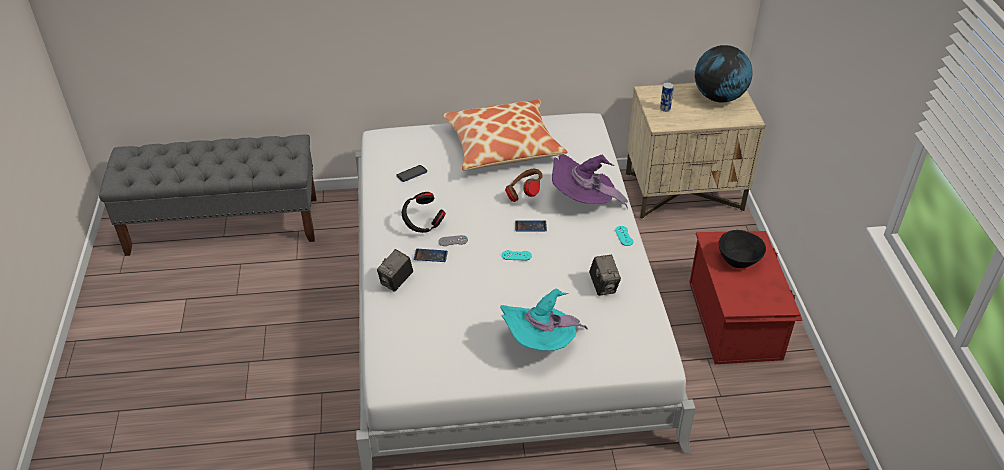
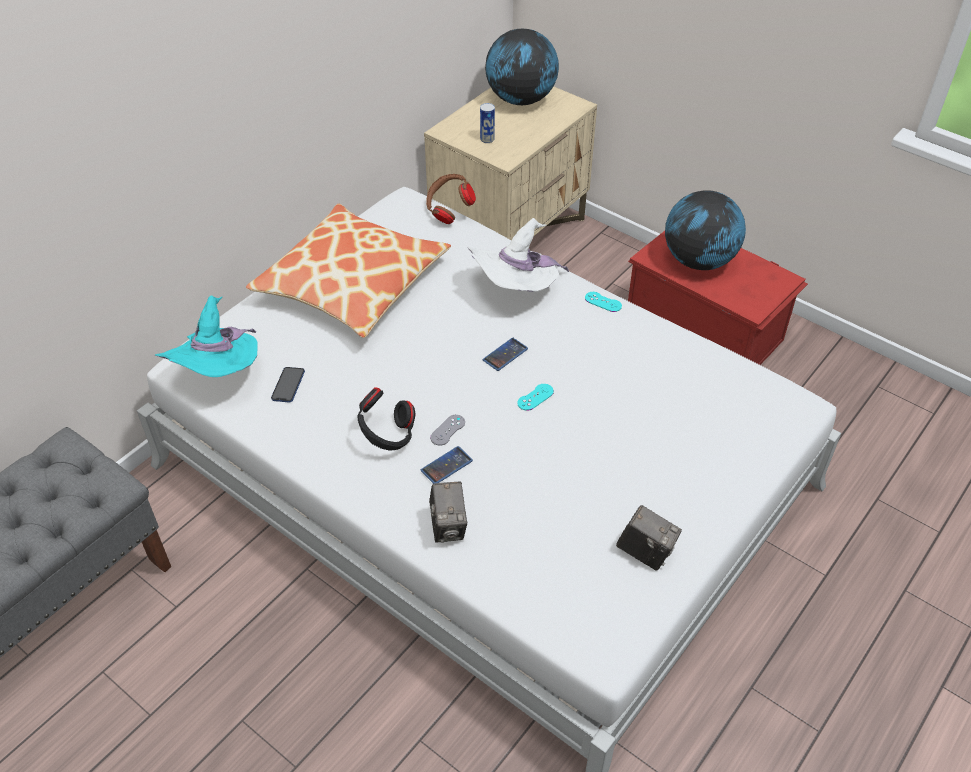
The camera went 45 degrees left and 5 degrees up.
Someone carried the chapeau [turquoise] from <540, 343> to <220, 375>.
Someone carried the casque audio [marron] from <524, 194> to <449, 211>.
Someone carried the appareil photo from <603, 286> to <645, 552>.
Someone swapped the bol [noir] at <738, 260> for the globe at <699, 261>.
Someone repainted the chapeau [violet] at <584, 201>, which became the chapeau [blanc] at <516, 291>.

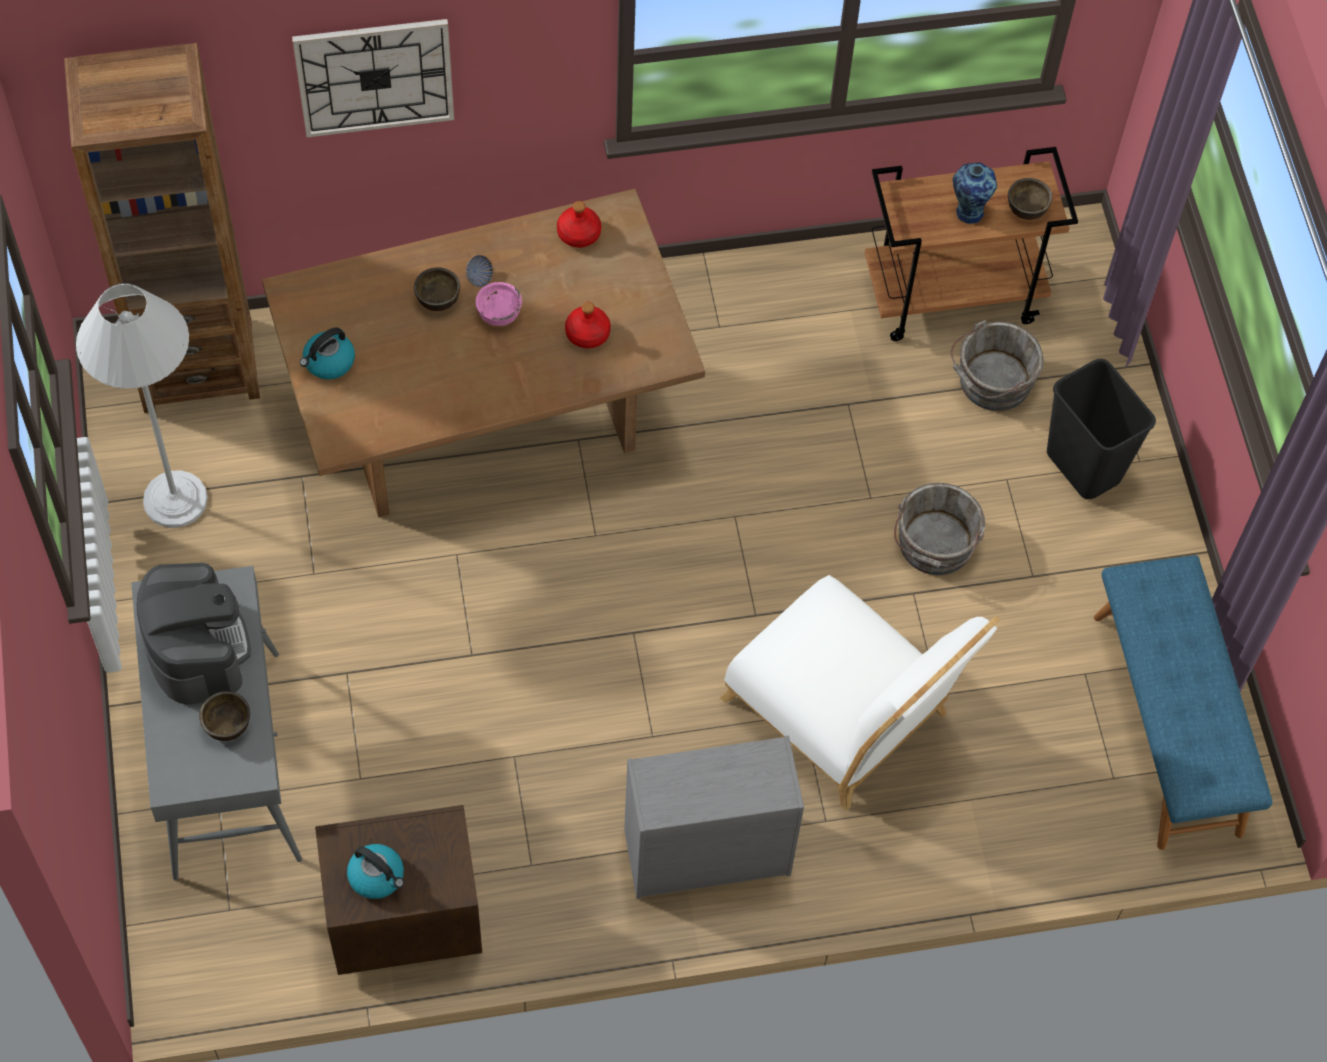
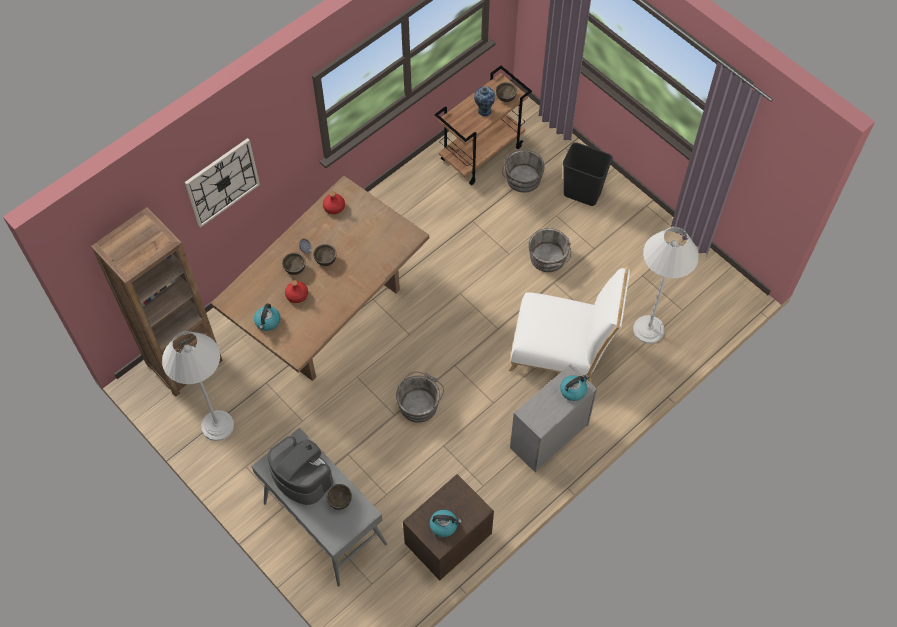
The camera went 30 degrees left and 0 degrees up.
Someone took away the banc [bleu] at <1168, 723>.
Someone put down the seau [gris] at <419, 403>.
Someone put down the bouilloire at <573, 390>.
Someone put down the lampadaire [blanc] at <648, 330>.
Someone carried the bouteille [rouge] from <587, 334> to <297, 295>.
Someone repainted the bol [rose] at <499, 314>, which became the bol [marron] at <326, 260>.

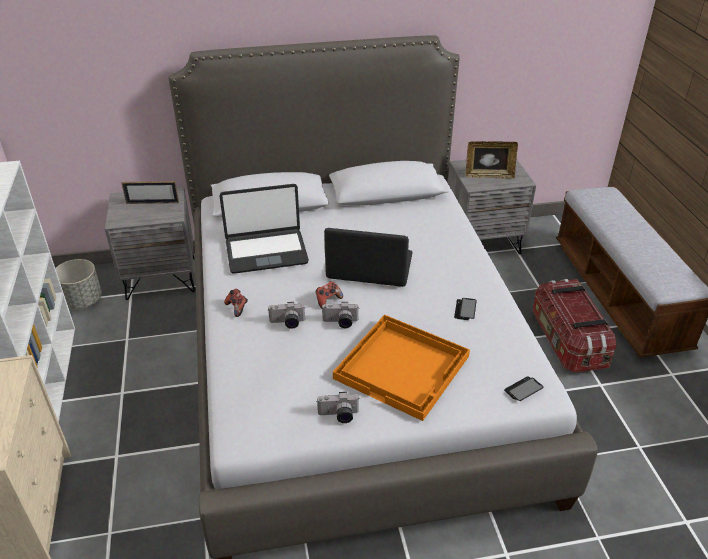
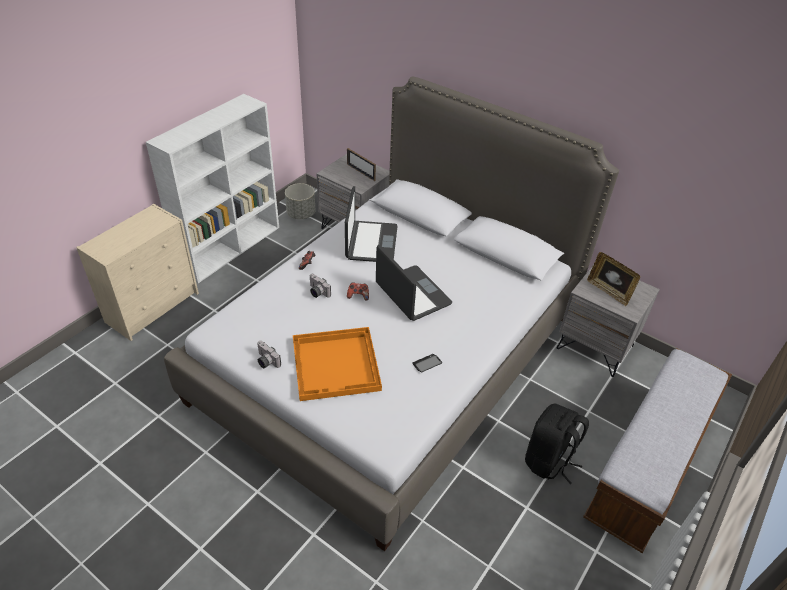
The camera went 45 degrees right and 5 degrees up.
Someone took away the appareil photo at <340, 323>.
Someone took away the téléphone at <523, 389>.
Someone swapped the boîte de rangement at <567, 341> for the sac à dos [noir] at <549, 460>.
Someone rotated the ordinateur portable at <266, 251> by 120 degrees counterclockwise.

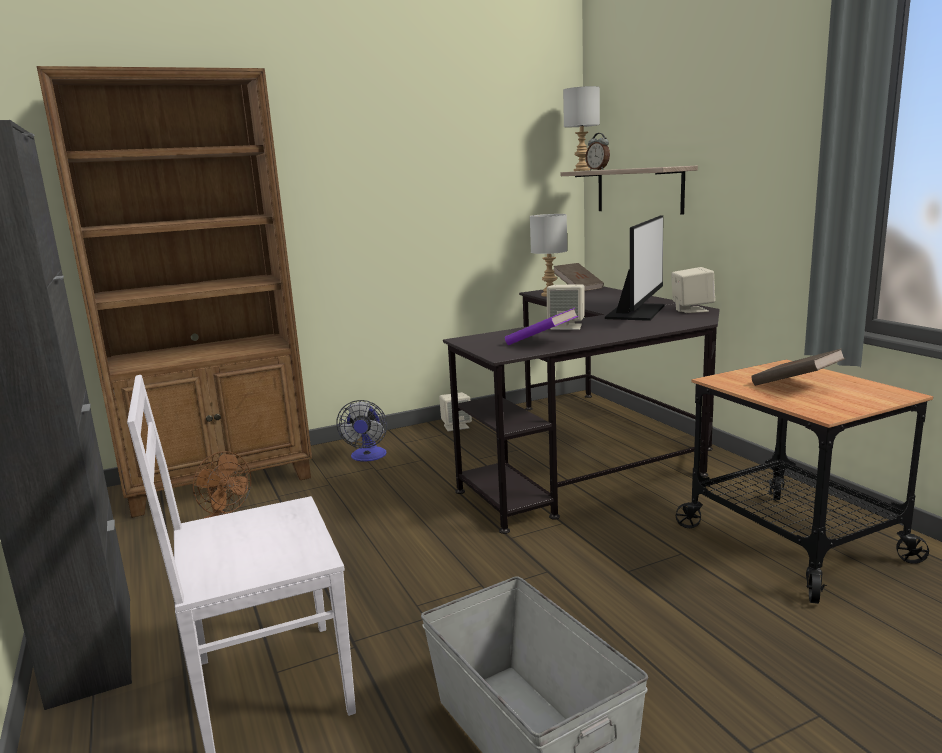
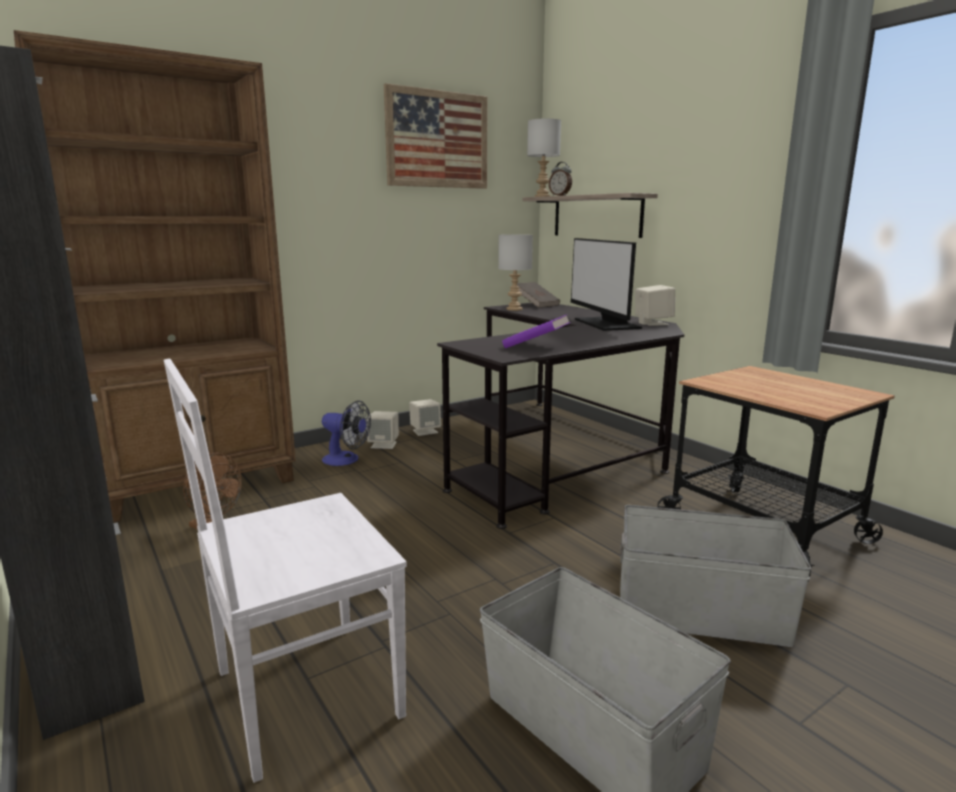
The camera went 10 degrees left and 0 degrees up.
Someone took away the livre [marron] at <795, 386>.
Someone put up the tableau at <437, 139>.
Someone put down the boîte de rangement [gris] at <701, 613>.
Someone carried the enceinte [beige] from <567, 327> to <384, 445>.
Someone rotated the ventilateur at <368, 457> by 60 degrees counterclockwise.
Someone rotated the écran d'ordinateur at <637, 312> by 150 degrees clockwise.

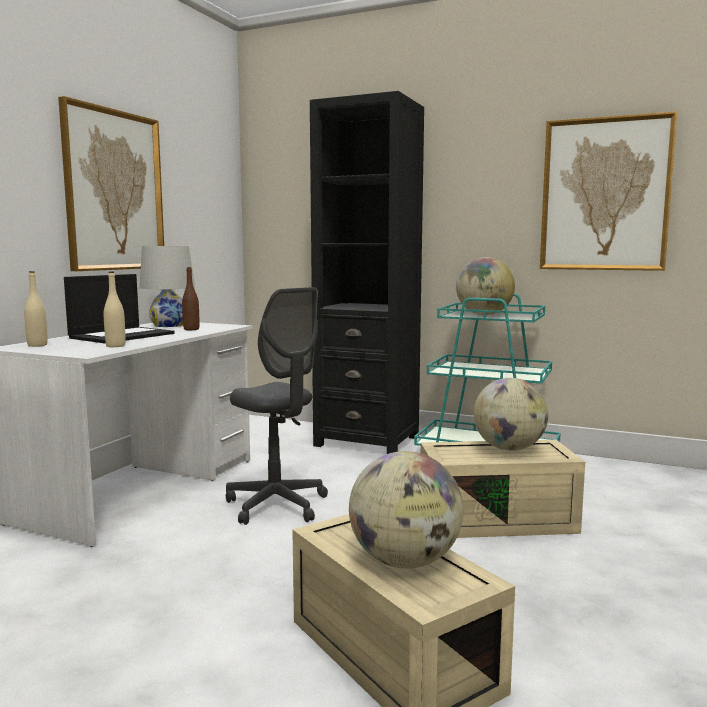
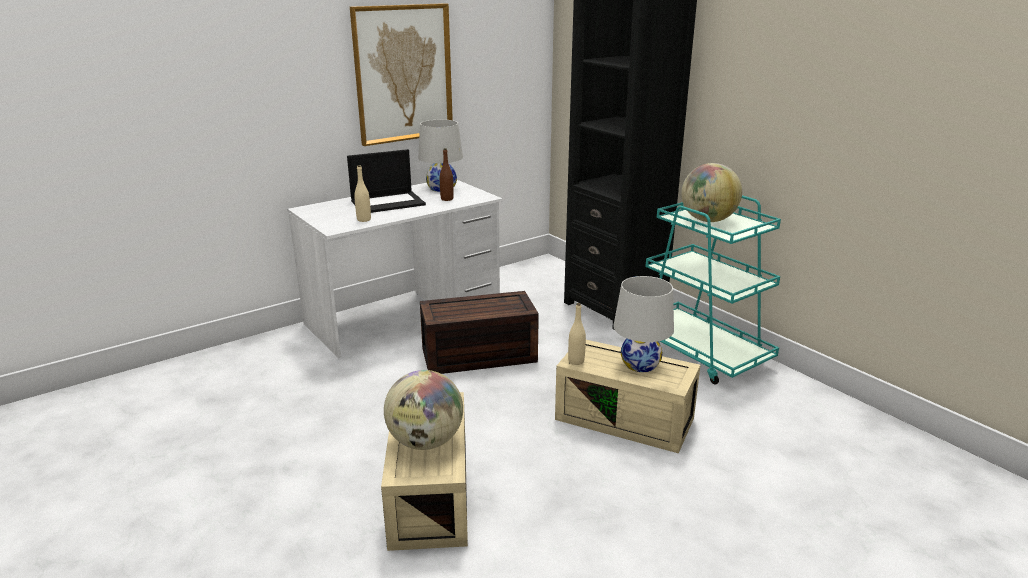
The camera went 30 degrees right and 15 degrees up.
Someone took away the tableau at <605, 195>.
Someone carried the bouteille [beige] from <37, 345> to <576, 361>.
Someone swapped the chaise de bureau [gris] at <277, 505> for the boîte de rangement [marron] at <477, 356>.
Someone swapped the globe at <509, 449> for the lampe de table [blanc] at <640, 364>.

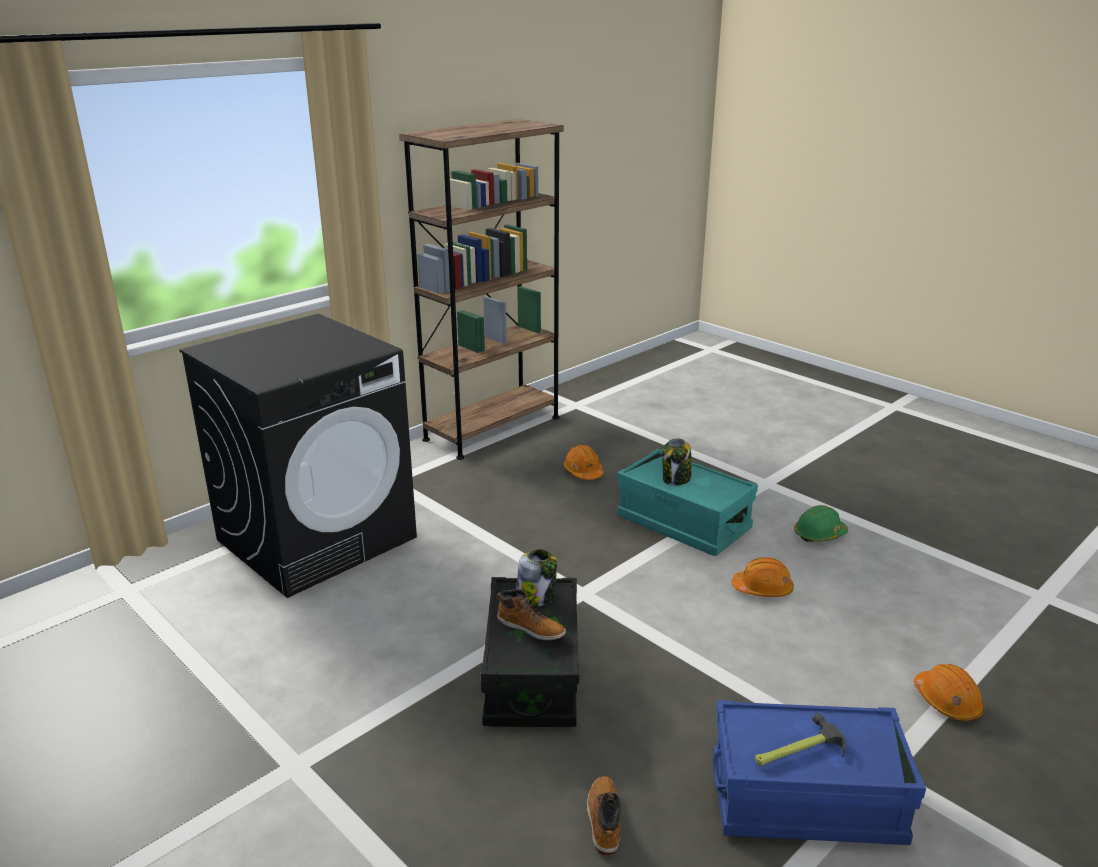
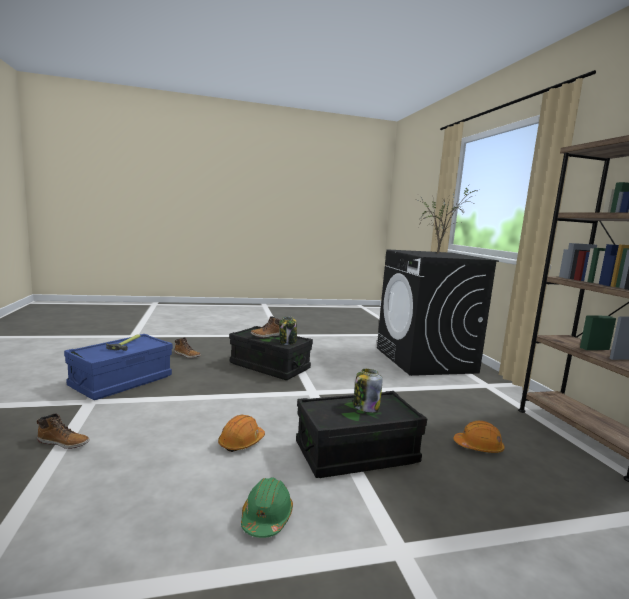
The camera went 120 degrees right and 15 degrees down.
Someone put down the plante en pot at <440, 253>.
Someone swapped the casque de chantier [orange] at <947, 702> for the botte at <64, 442>.
Someone repainted the boîte de rangement [turquoise] at <683, 523>, which became the boîte de rangement [noir] at <356, 453>.

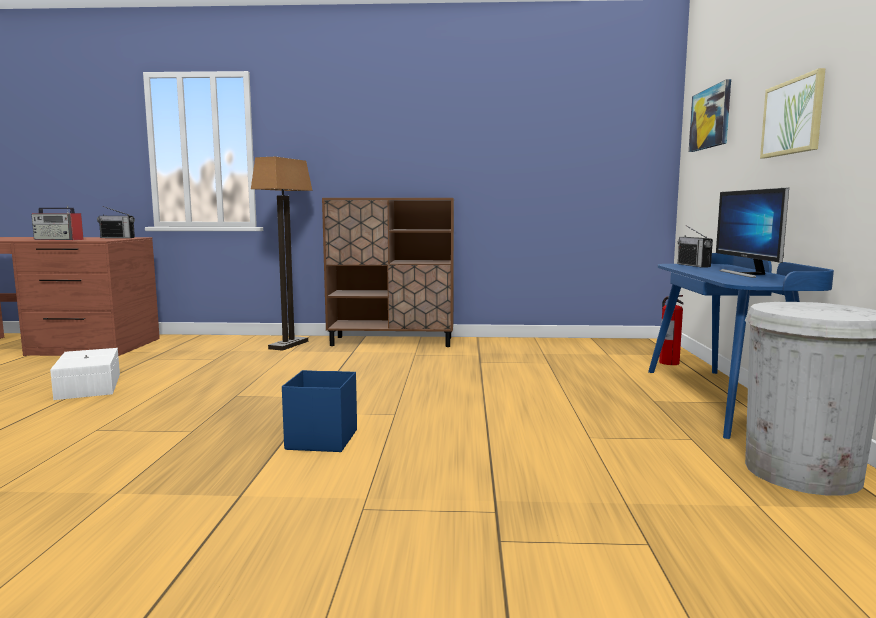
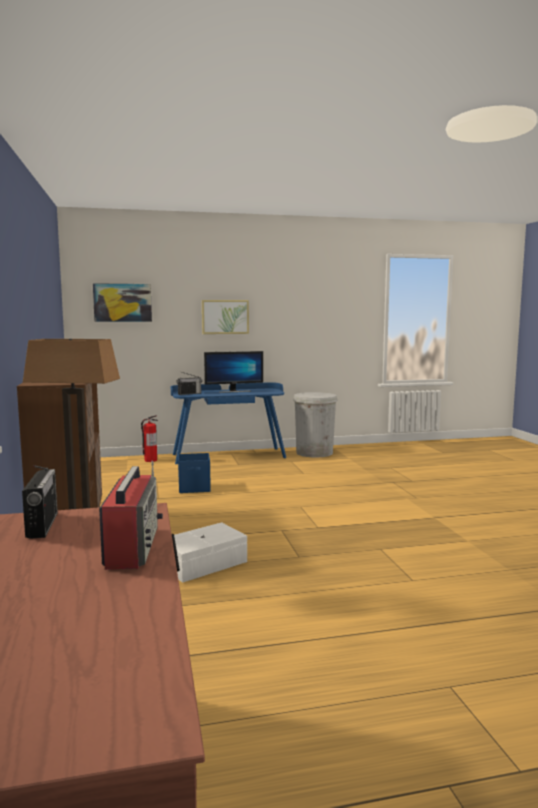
The camera went 105 degrees left and 0 degrees up.
Someone carried the boîte de rangement [blanc] from <87, 386> to <205, 563>.
Someone carried the boîte de rangement [bleu] from <321, 440> to <195, 488>.

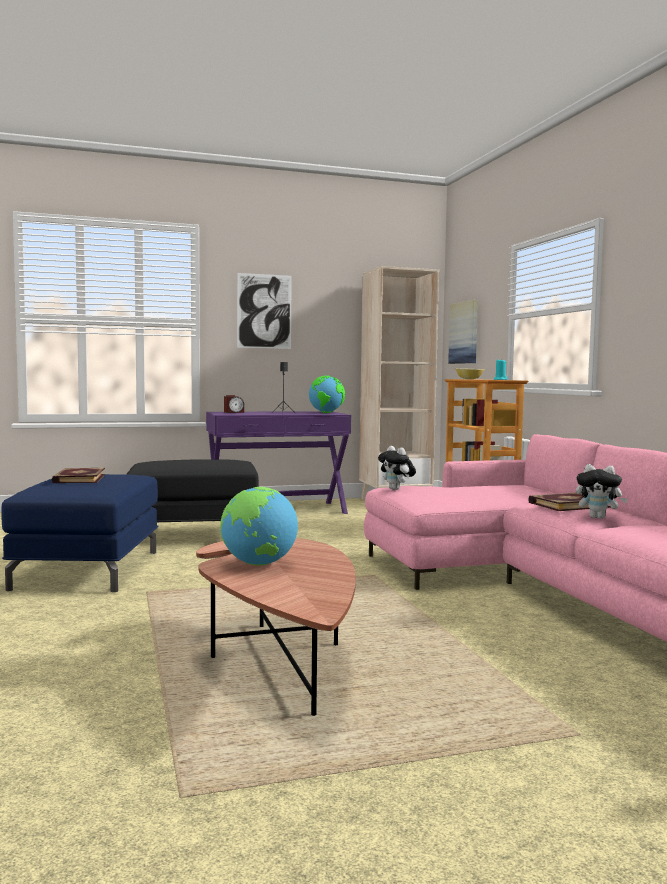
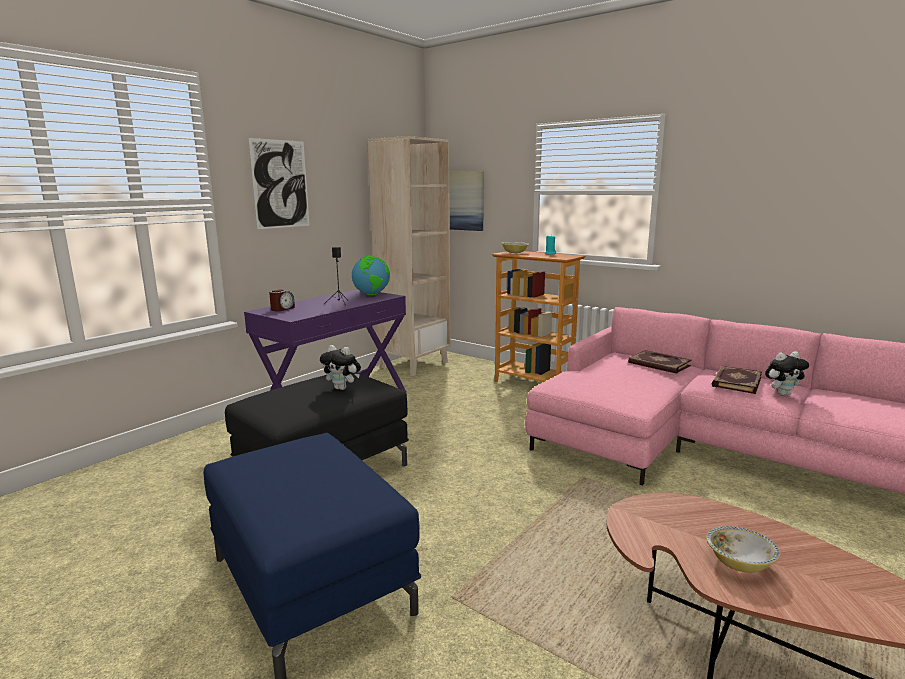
The camera went 35 degrees left and 10 degrees up.
Someone carried the livre from <78, 478> to <658, 364>.
Someone carried the peluche from <396, 489> to <342, 388>.
Someone swapped the globe at <258, 564> for the bol at <739, 563>.

